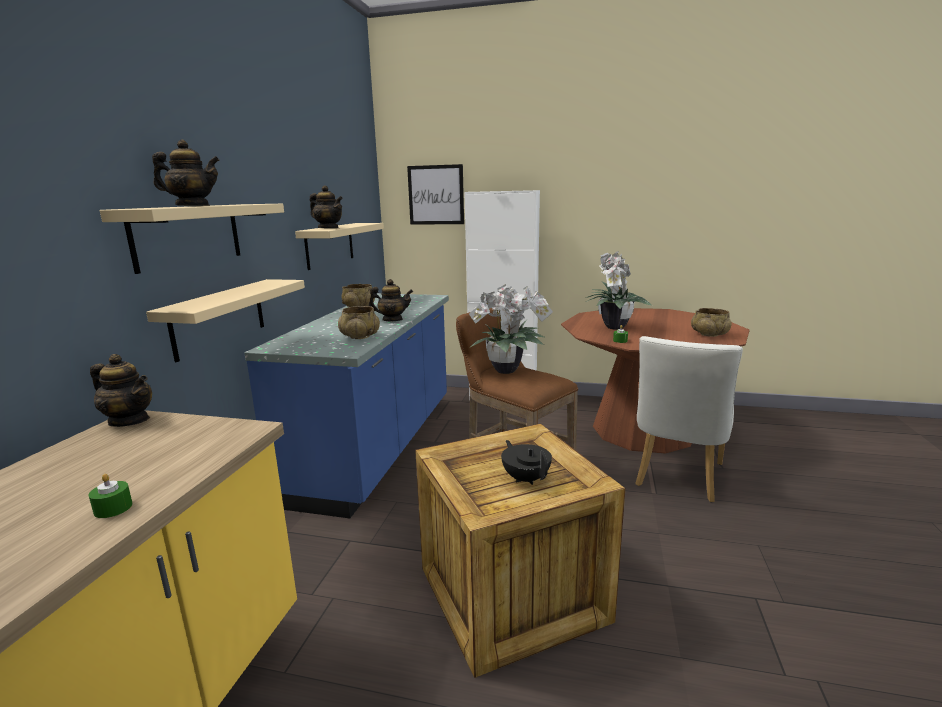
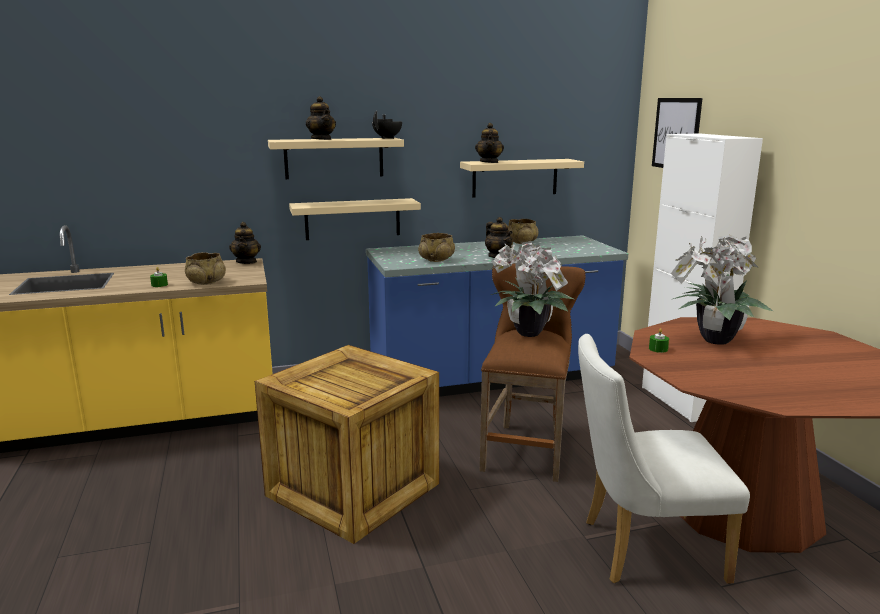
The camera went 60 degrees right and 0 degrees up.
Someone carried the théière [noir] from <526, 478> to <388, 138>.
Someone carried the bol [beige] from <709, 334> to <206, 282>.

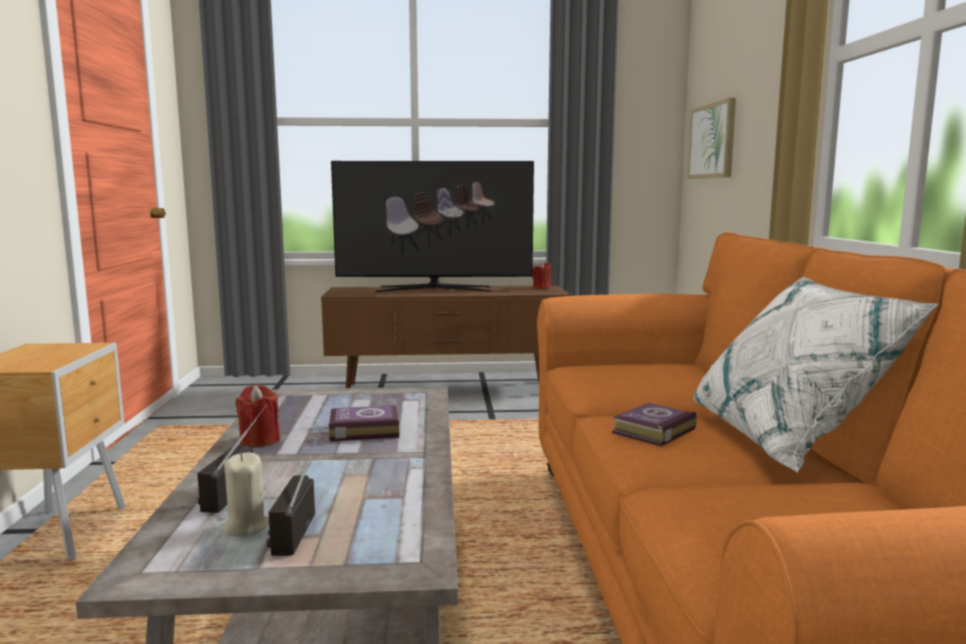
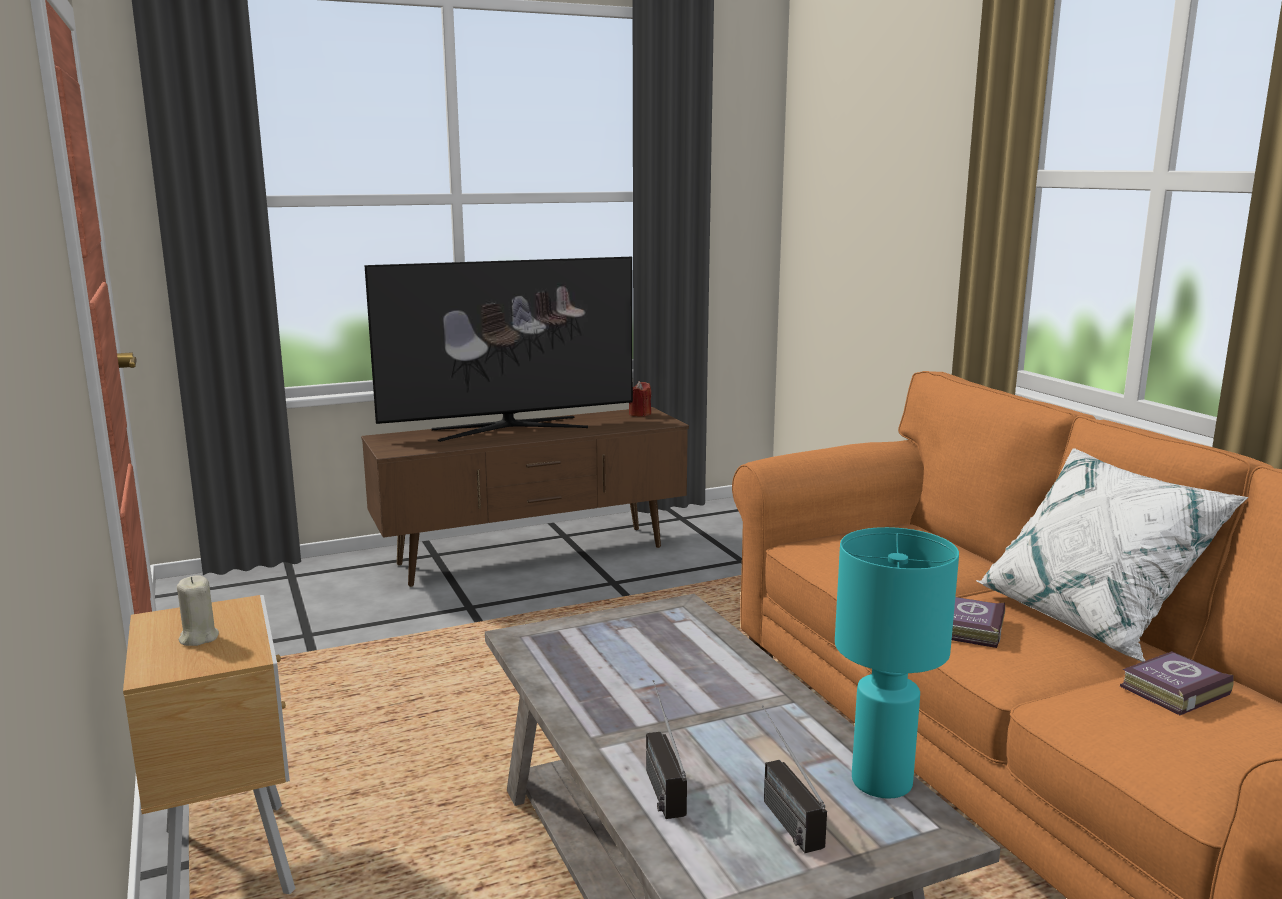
The camera went 20 degrees left and 5 degrees up.
Someone took away the bougie [rouge] at <260, 440>.
Someone took away the tableau at <712, 141>.
Someone put down the lampe de table [turquoise] at <883, 783>.
Someone carried the bougie [beige] from <245, 526> to <198, 638>.
Someone carried the livre from <362, 430> to <1171, 690>.

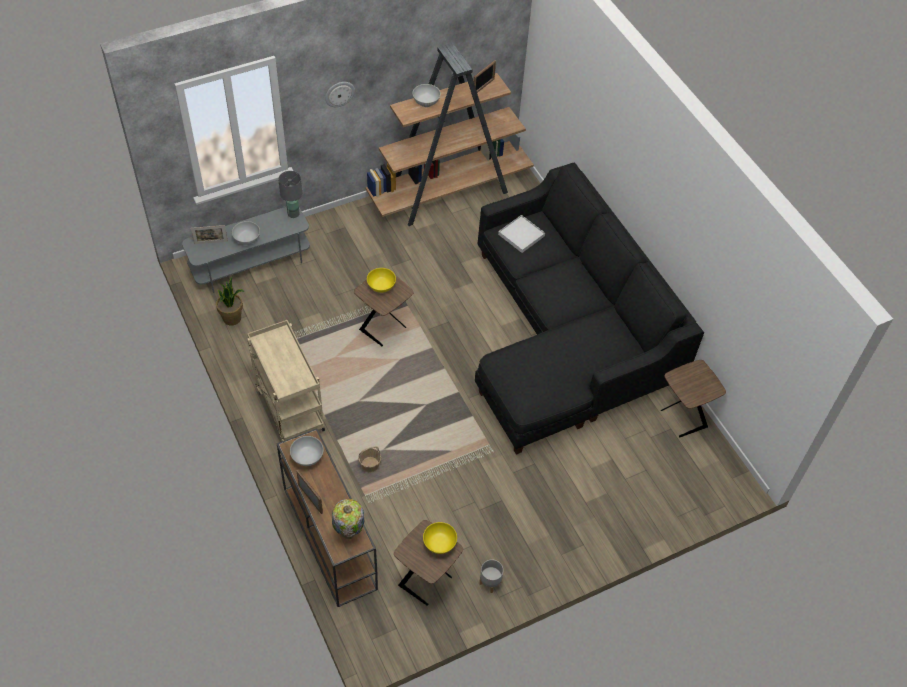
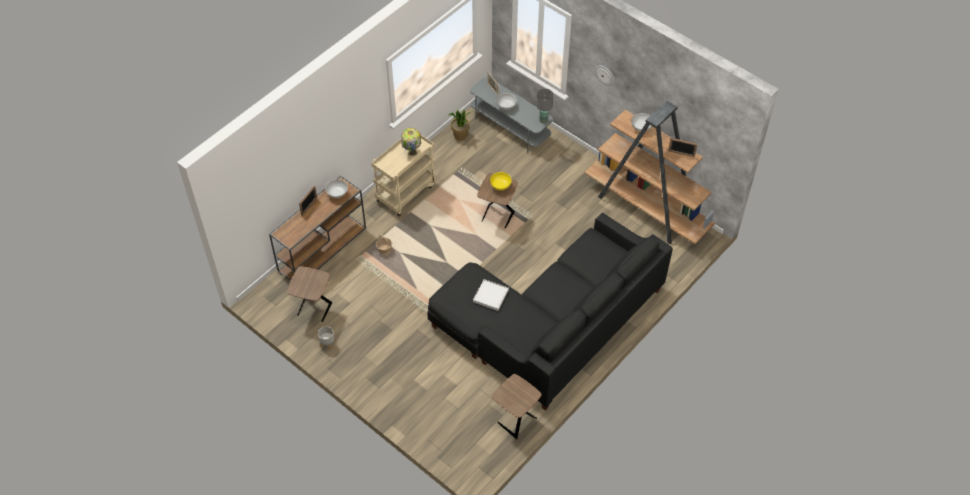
The camera went 70 degrees right and 0 degrees up.
Someone took away the bol [jaune] at <439, 544>.
Someone carried the lampe de table from <348, 533> to <411, 153>.
Someone carried the plateau [blanc] from <521, 235> to <491, 296>.

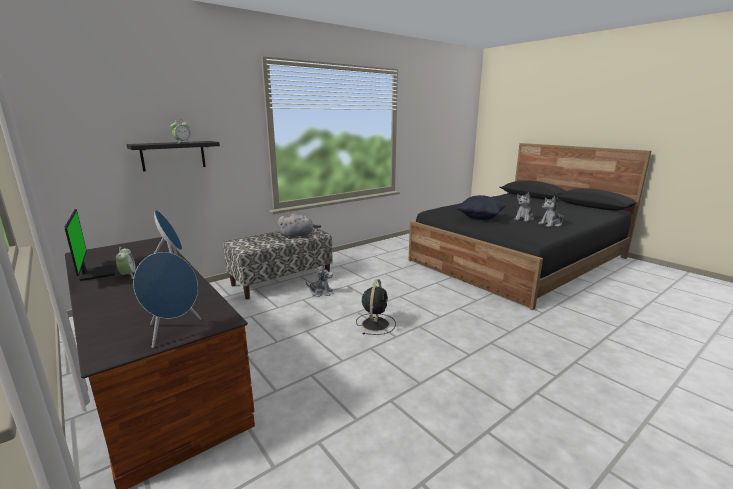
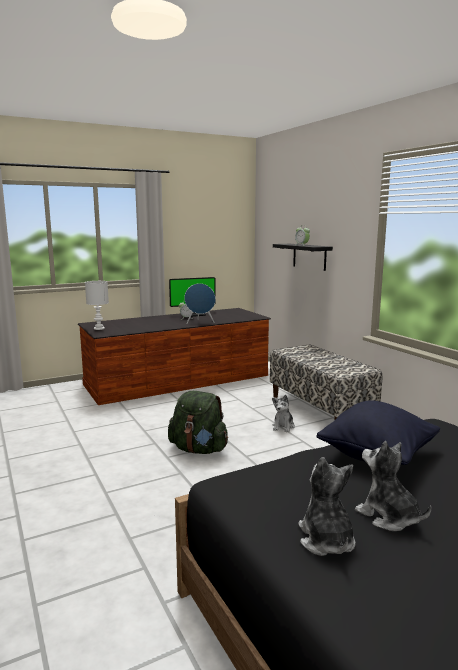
The camera went 100 degrees right and 5 degrees down.
Someone took away the peluche [gris] at <297, 236>.
Someone swapped the enceinte [bleu] at <174, 331> for the lampe de table [blanc] at <99, 328>.
Someone swapped the ventilateur [noir] at <375, 323> for the sac à dos [vert] at <199, 449>.

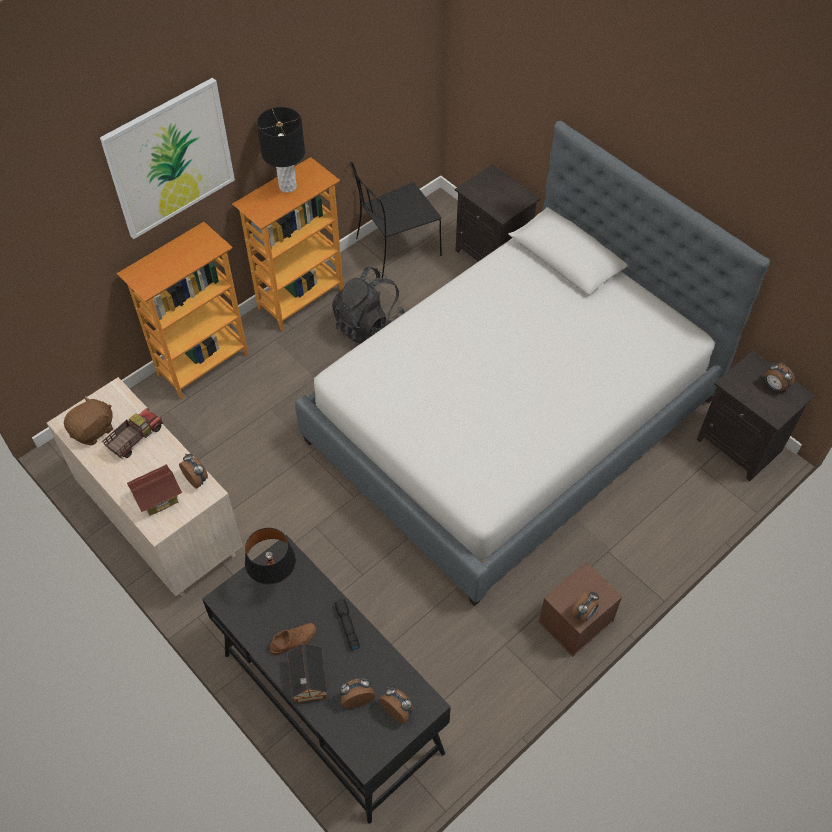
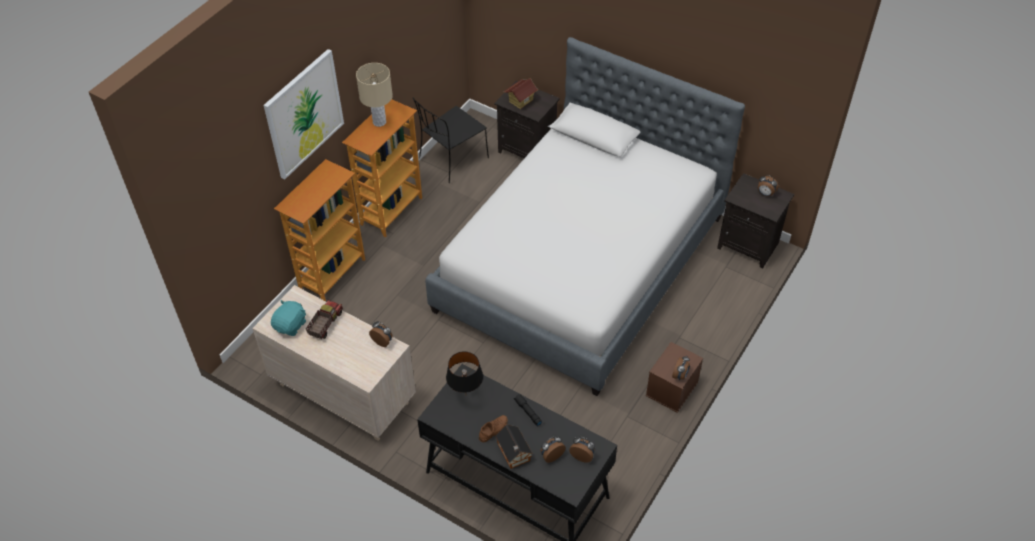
The camera went 15 degrees left and 5 degrees down.
Someone took away the sac à dos [noir] at <368, 325>.
Someone carried the maison miniature from <158, 499> to <521, 101>.
Someone repainted the peluche [marron] at <93, 430>, which became the peluche [turquoise] at <291, 325>.
Someone repainted the lampe de table [noir] at <288, 186>, which became the lampe de table [beige] at <379, 122>.

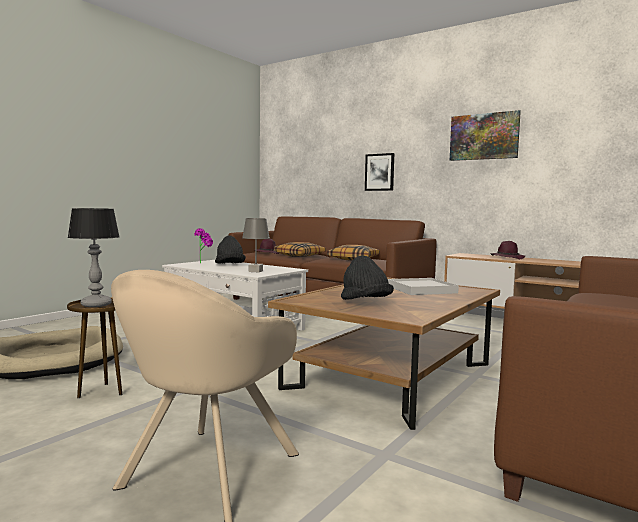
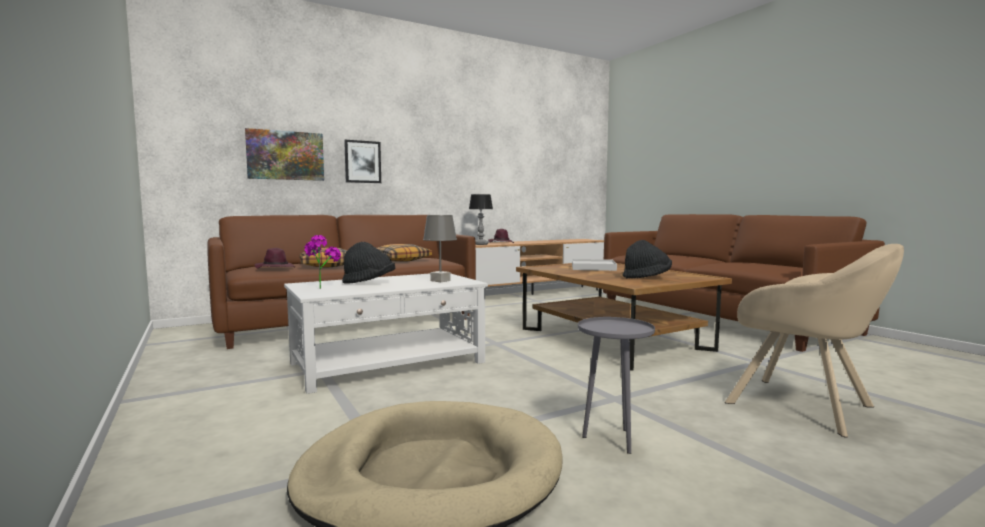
The camera went 65 degrees left and 0 degrees up.
Someone carried the lampe de table from <96, 305> to <481, 244>.
Someone carried the tableau from <484, 136> to <285, 155>.
Someone repainted the table d'appoint [marron] at <102, 392>, which became the table d'appoint [gris] at <612, 439>.

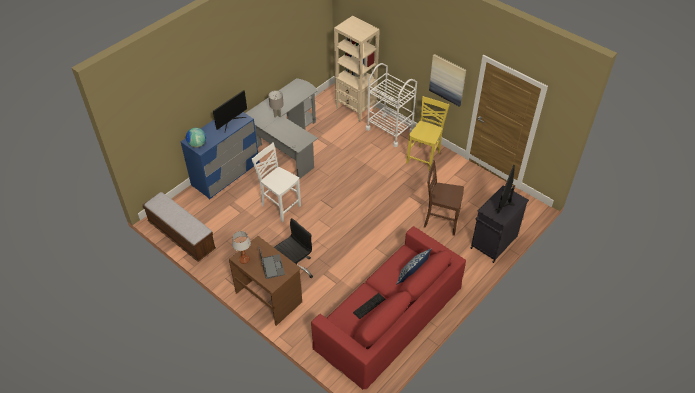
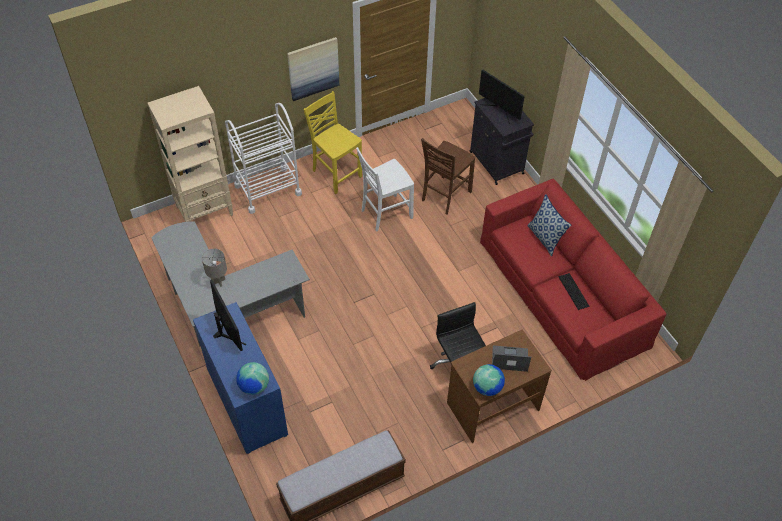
The camera went 70 degrees left and 5 degrees up.
Someone carried the chaise [blanc] from <280, 206> to <385, 213>.
Someone swapped the lampe de table at <244, 260> for the globe at <487, 387>.

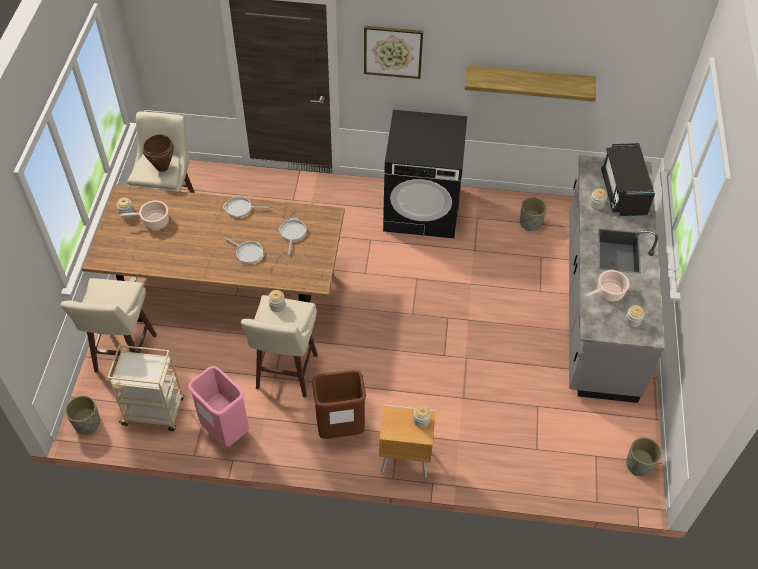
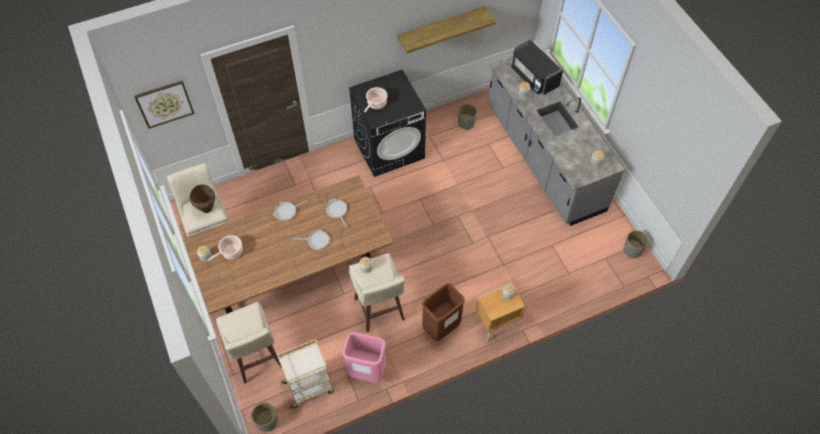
The camera went 30 degrees left and 5 degrees up.
Someone carried the tableau from <393, 51> to <164, 104>.
Someone carried the marmite from <608, 292> to <376, 104>.

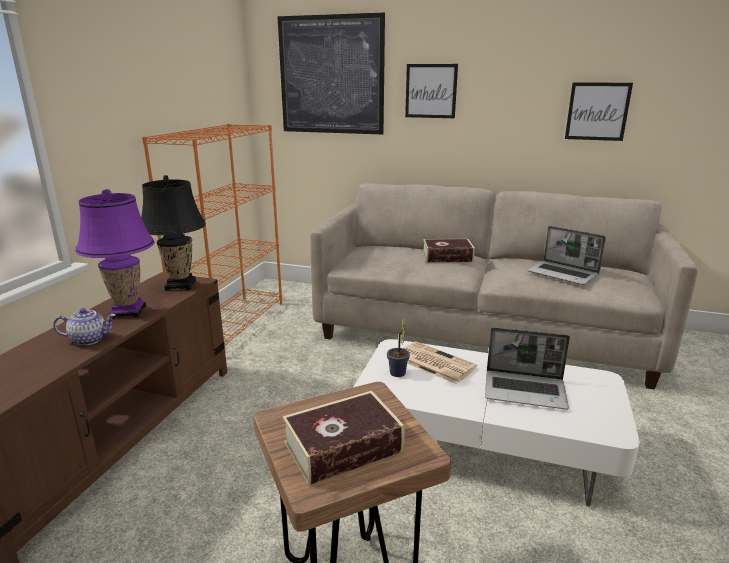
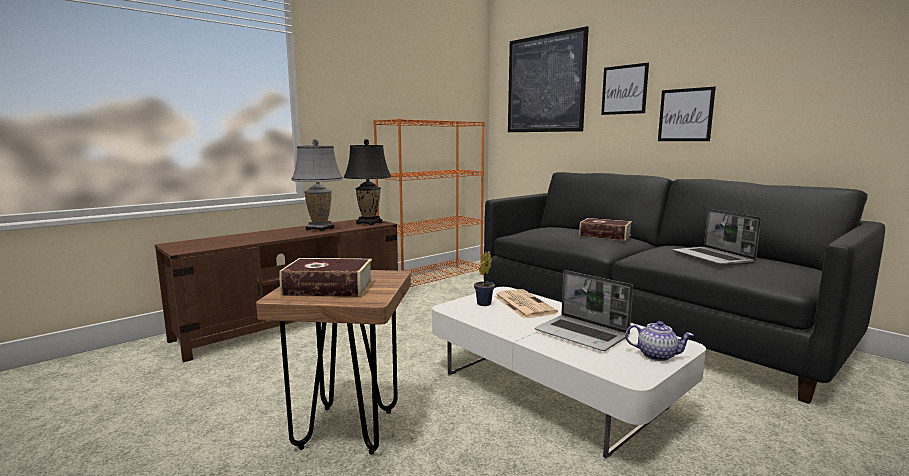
The camera went 30 degrees right and 10 degrees down.
Someone carried the théière from <89, 339> to <657, 355>.
Someone carried the tableau from <597, 111> to <685, 115>.
Someone repainted the lampe de table [violet] at <128, 312>, which became the lampe de table [gris] at <320, 229>.
Someone repainted the canapé [beige] at <482, 332>, which became the canapé [noir] at <644, 321>.

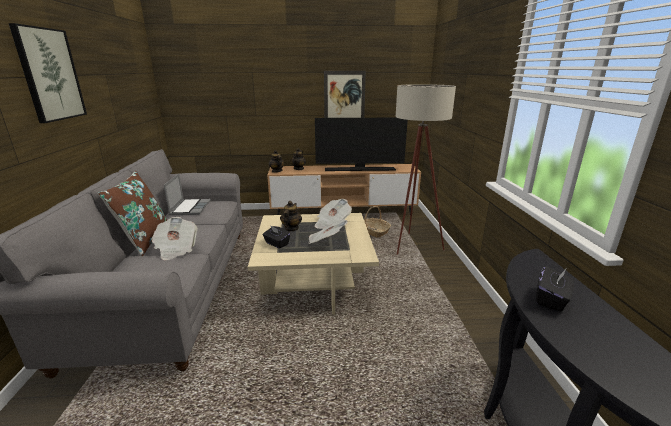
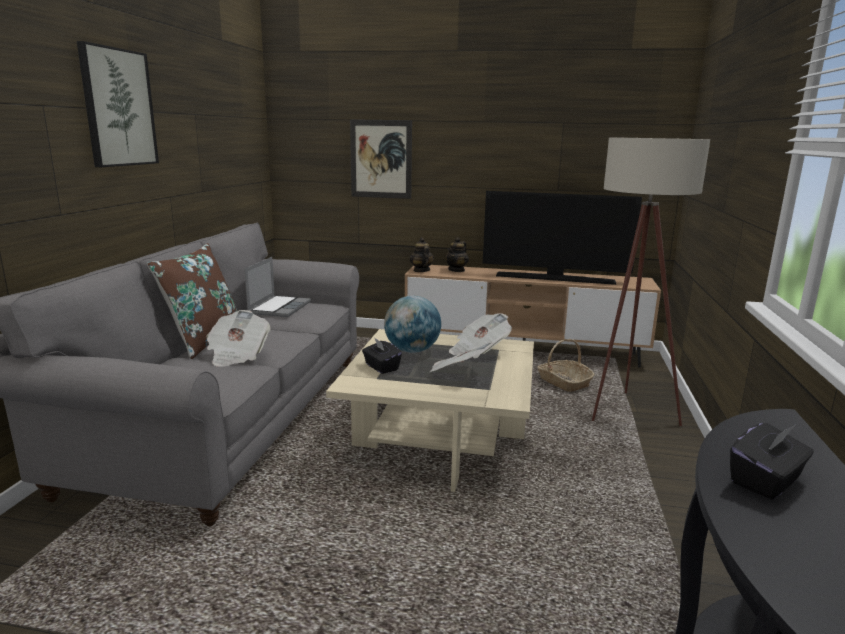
The camera went 15 degrees right and 5 degrees down.
Someone carried the tableau from <344, 97> to <381, 159>.
Someone swapped the théière at <291, 228> for the globe at <412, 350>.

